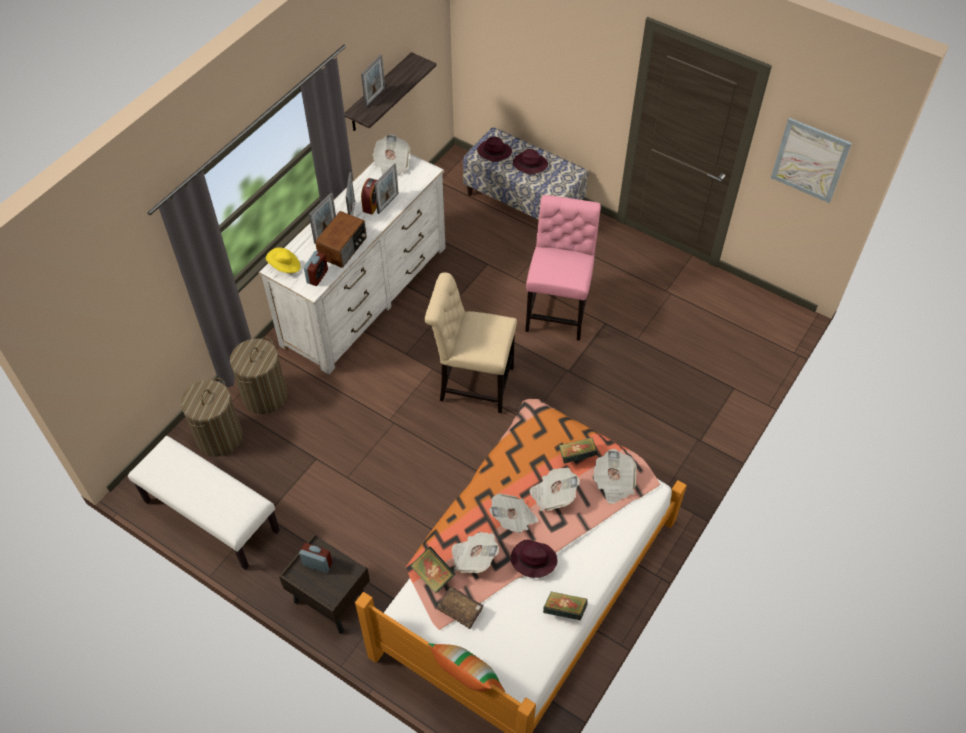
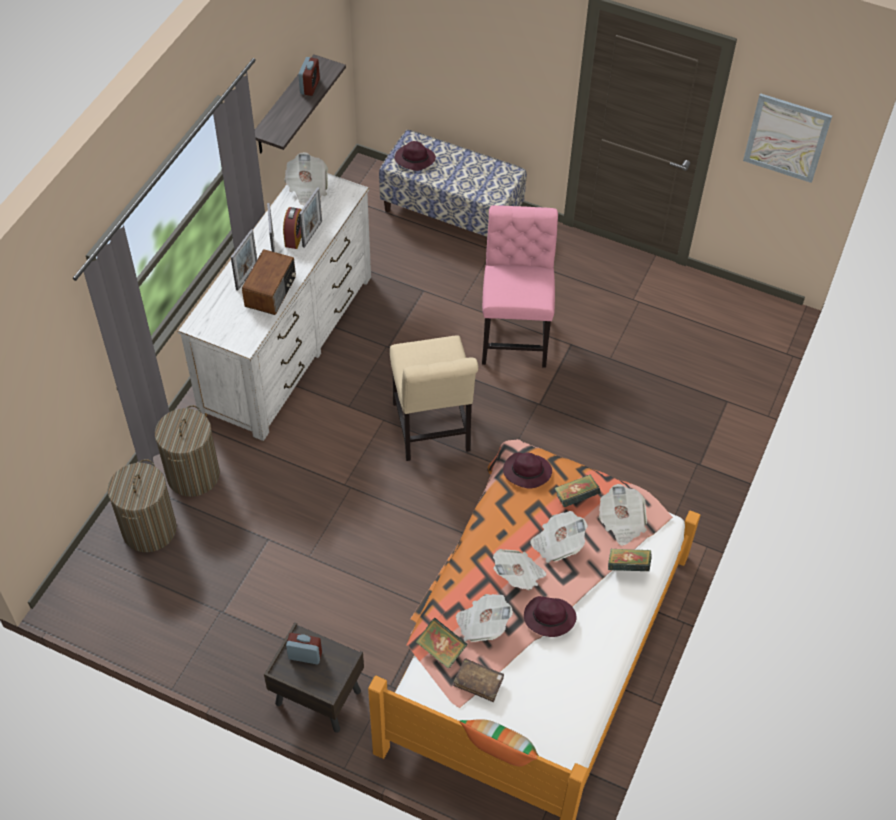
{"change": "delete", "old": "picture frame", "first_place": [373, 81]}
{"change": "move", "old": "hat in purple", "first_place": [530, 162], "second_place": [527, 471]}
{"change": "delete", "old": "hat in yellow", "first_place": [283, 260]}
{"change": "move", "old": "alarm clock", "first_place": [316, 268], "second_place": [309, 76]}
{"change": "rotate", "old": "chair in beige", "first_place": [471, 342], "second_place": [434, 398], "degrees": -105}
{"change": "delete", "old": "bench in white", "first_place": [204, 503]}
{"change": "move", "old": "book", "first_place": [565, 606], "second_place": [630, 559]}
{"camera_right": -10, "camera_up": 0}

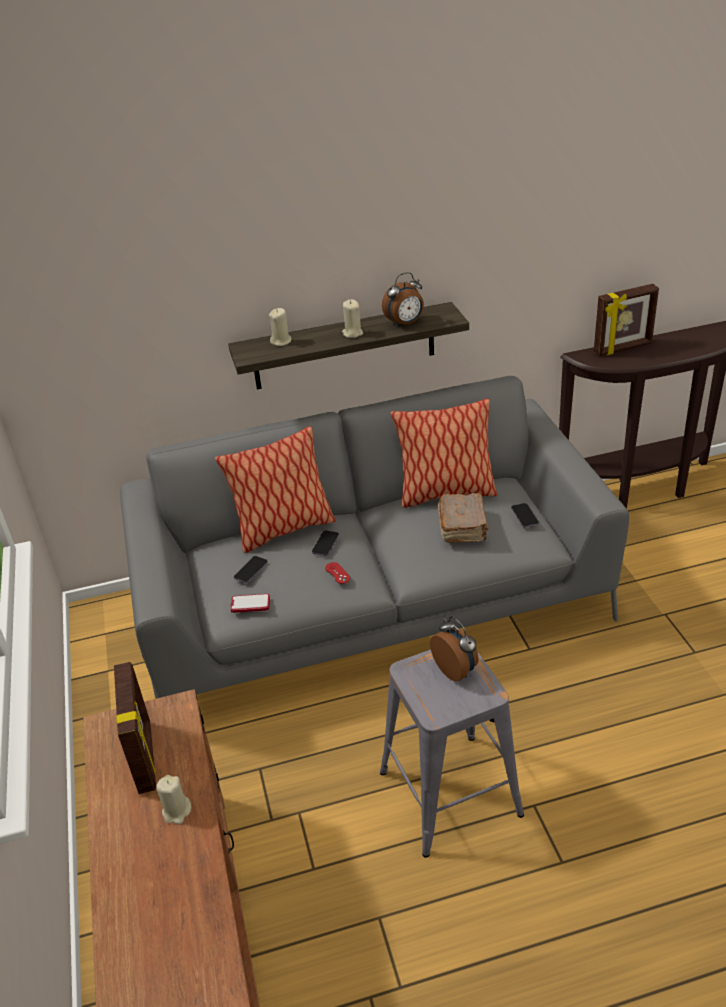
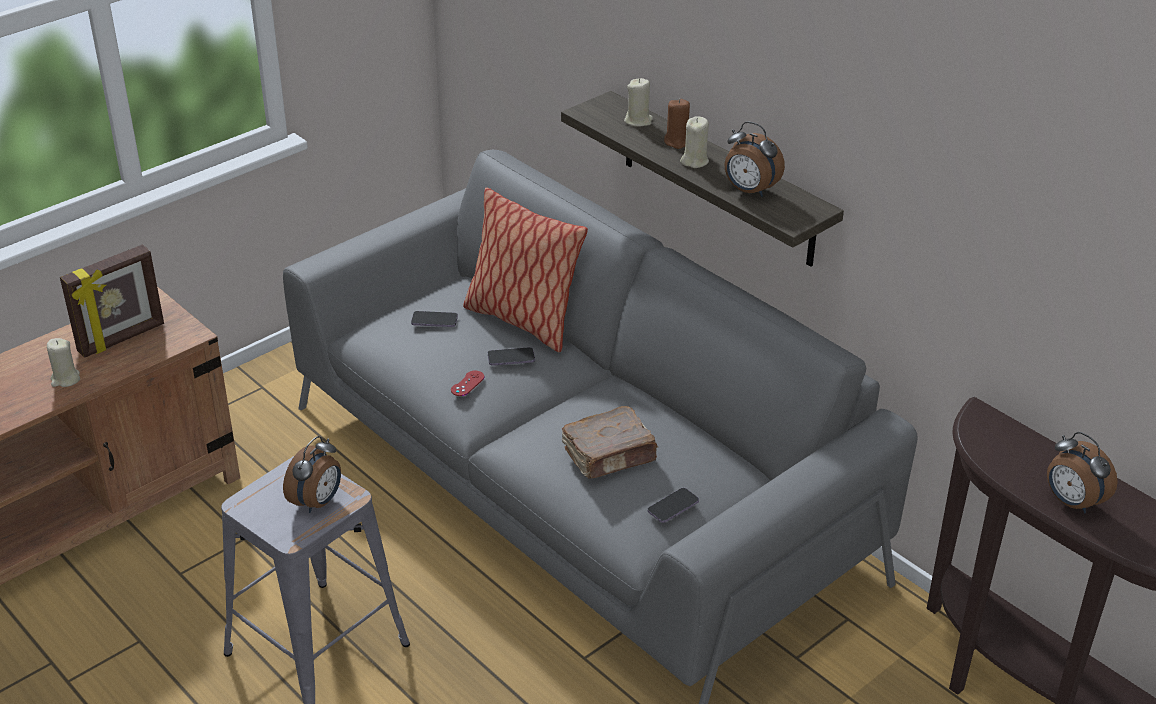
{"change": "delete", "old": "picture frame", "first_place": [626, 320]}
{"change": "delete", "old": "pillow", "first_place": [444, 453]}
{"change": "delete", "old": "phone", "first_place": [250, 603]}
{"change": "insert", "new": "candle in brown", "second_place": [677, 124]}
{"change": "insert", "new": "alarm clock", "second_place": [1082, 472]}
{"camera_right": 60, "camera_up": 0}

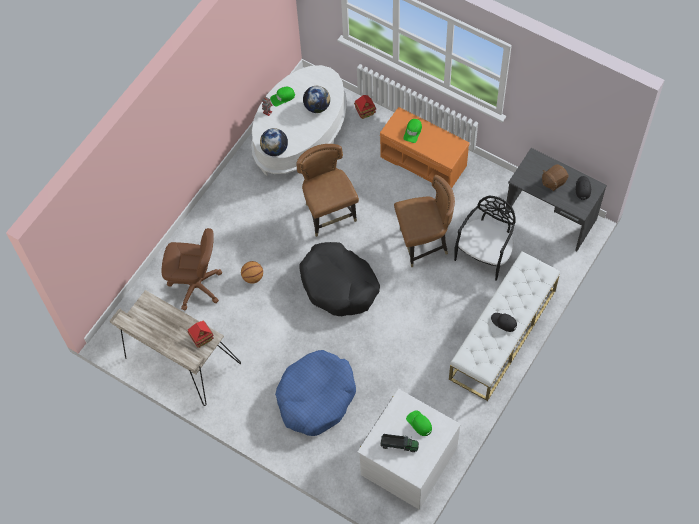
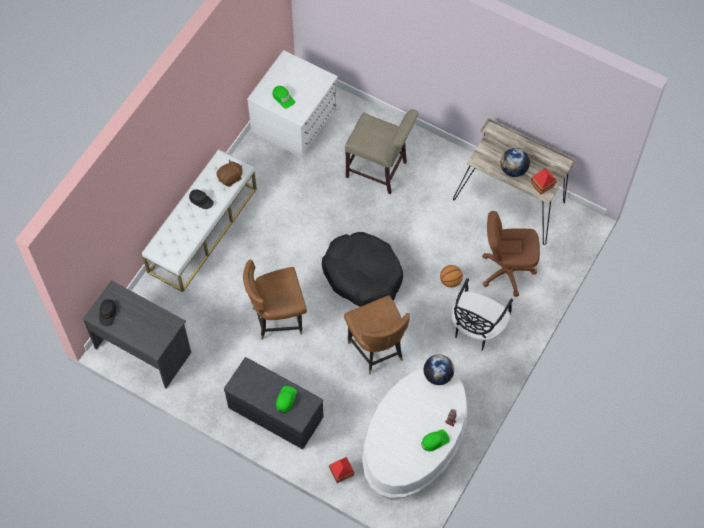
{"change": "move", "old": "globe", "first_place": [316, 99], "second_place": [515, 162]}
{"change": "recolor", "old": "bench in orange", "new": "bench in grey", "first_place": [425, 147], "second_place": [273, 403]}
{"change": "move", "old": "plush toy in brown", "first_place": [555, 177], "second_place": [229, 173]}
{"change": "move", "old": "chair in black", "first_place": [485, 238], "second_place": [482, 314]}
{"change": "move", "old": "toy house", "first_place": [200, 334], "second_place": [544, 181]}
{"change": "replace", "old": "dog bed in blue", "new": "chair in beige", "first_place": [315, 393], "second_place": [382, 151]}
{"change": "delete", "old": "toy truck", "first_place": [399, 443]}
{"camera_right": 175, "camera_up": 0}

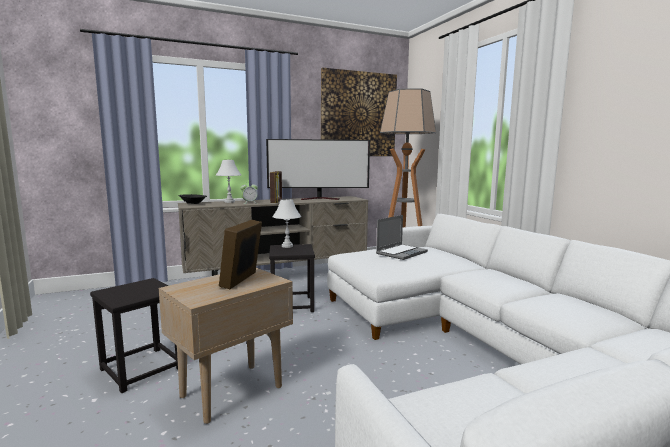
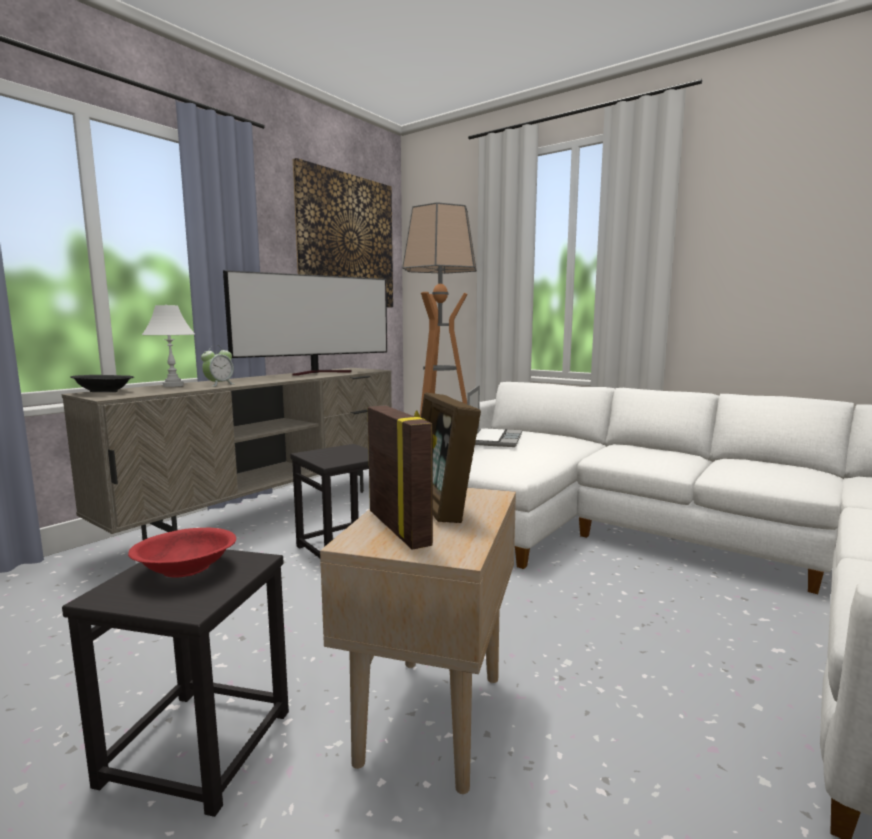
{"change": "move", "old": "picture frame", "first_place": [276, 187], "second_place": [402, 477]}
{"change": "delete", "old": "table lamp in white", "first_place": [286, 223]}
{"change": "insert", "new": "bowl in red", "second_place": [182, 553]}
{"camera_right": -30, "camera_up": 0}

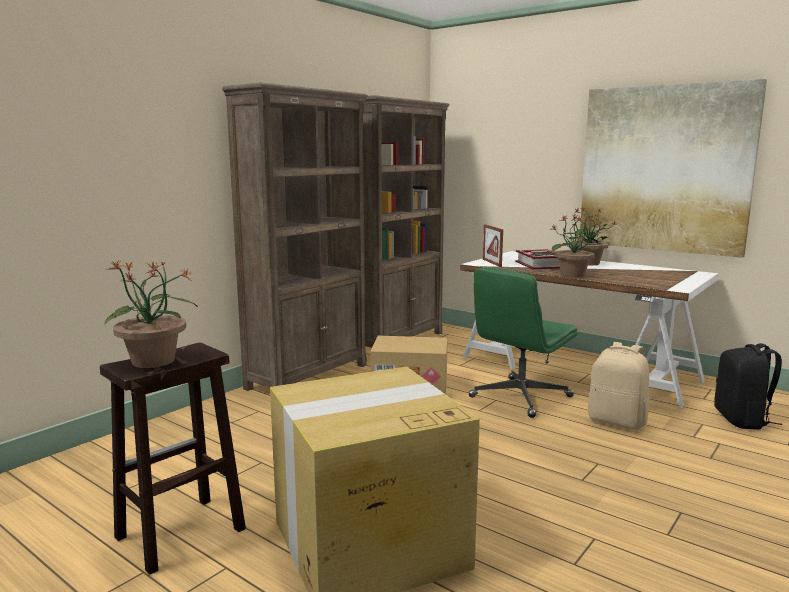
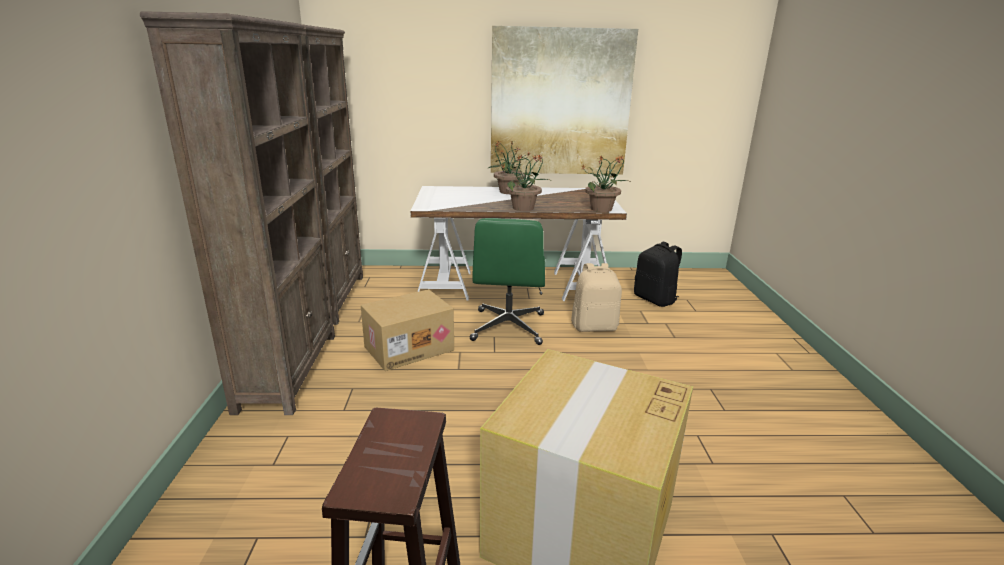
{"change": "delete", "old": "picture frame", "first_place": [493, 245]}
{"change": "delete", "old": "book", "first_place": [537, 259]}
{"change": "move", "old": "potted plant", "first_place": [151, 314], "second_place": [605, 184]}
{"camera_right": -40, "camera_up": 10}

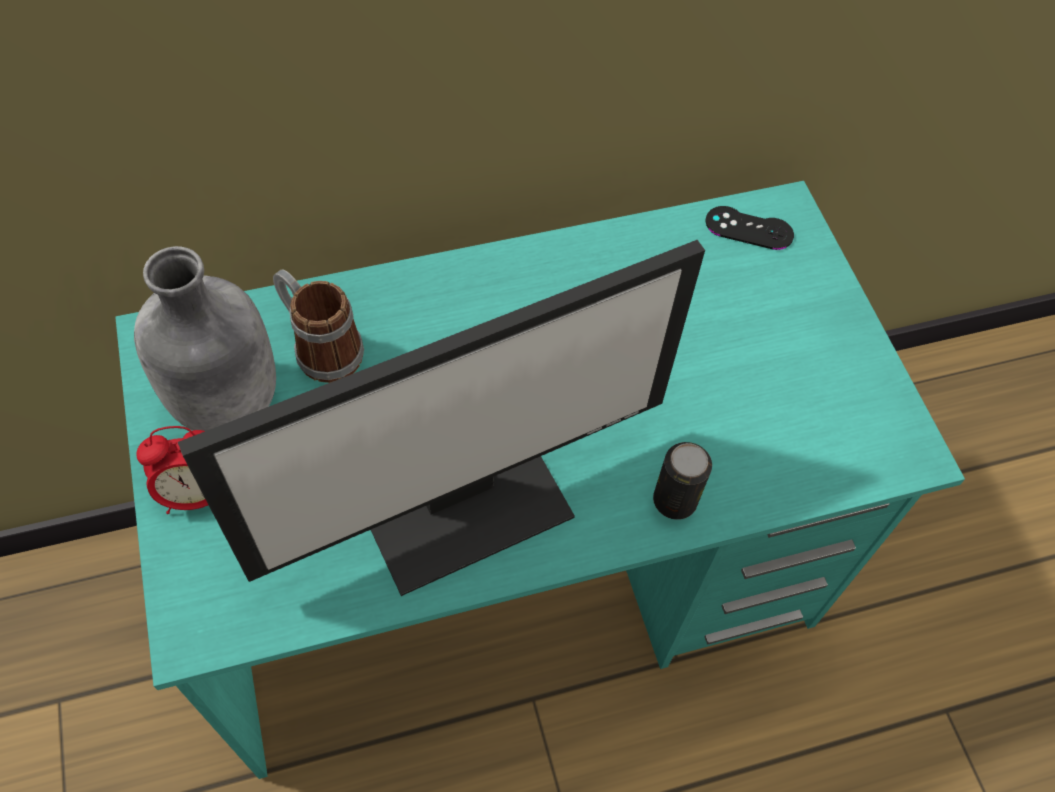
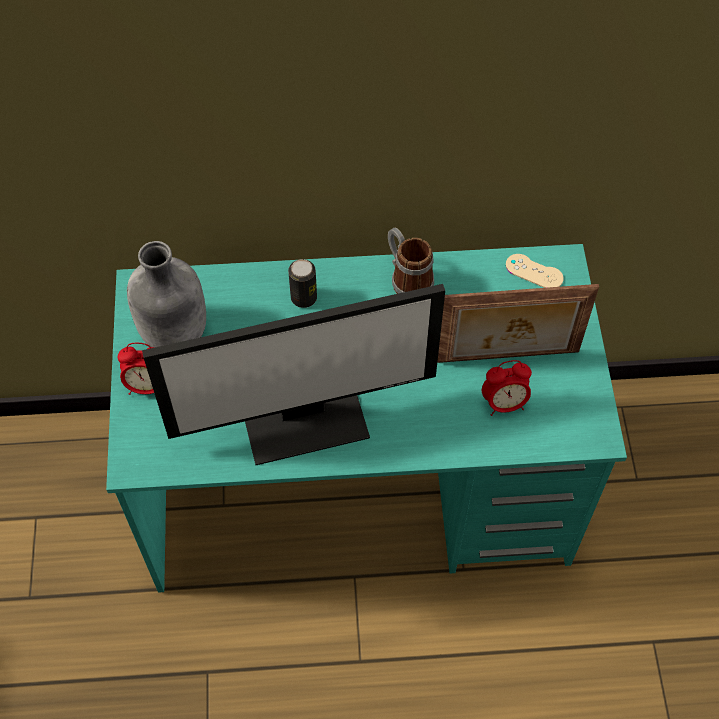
{"change": "recolor", "old": "game controller in black", "new": "game controller in beige", "first_place": [749, 228], "second_place": [535, 271]}
{"change": "move", "old": "mug", "first_place": [318, 326], "second_place": [411, 261]}
{"change": "move", "old": "can", "first_place": [682, 481], "second_place": [302, 283]}
{"change": "insert", "new": "picture frame", "second_place": [518, 323]}
{"change": "insert", "new": "alarm clock", "second_place": [507, 388]}
{"camera_right": 15, "camera_up": 0}

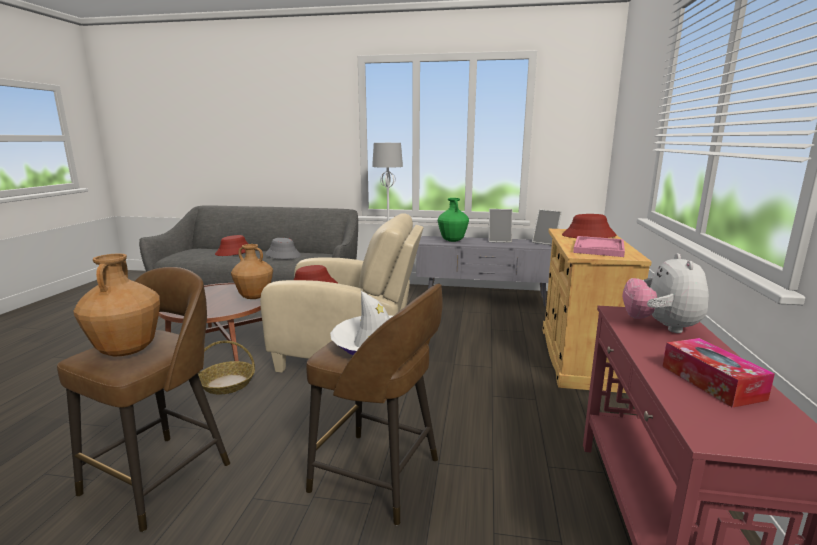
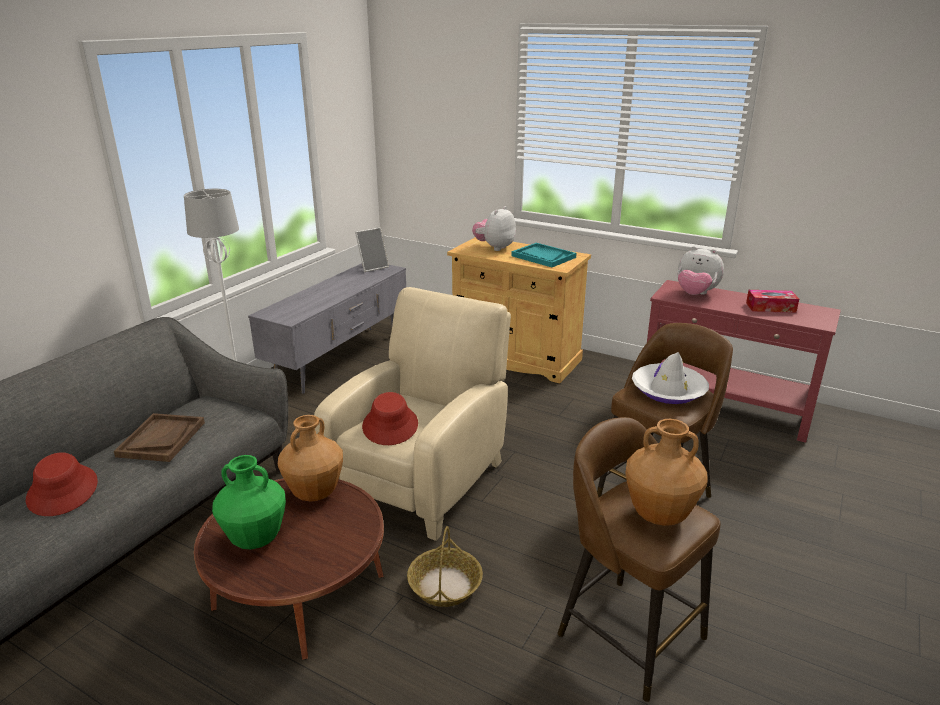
{"change": "move", "old": "vase in green", "first_place": [453, 220], "second_place": [249, 502]}
{"change": "delete", "old": "picture frame", "first_place": [500, 226]}
{"change": "replace", "old": "hat in red", "new": "plush toy", "first_place": [589, 226], "second_place": [494, 228]}
{"change": "recolor", "old": "tray in pink", "new": "tray in turquoise", "first_place": [599, 246], "second_place": [544, 255]}
{"change": "replace", "old": "hat in grey", "new": "tray in brown", "first_place": [283, 248], "second_place": [159, 437]}
{"camera_right": -70, "camera_up": 10}

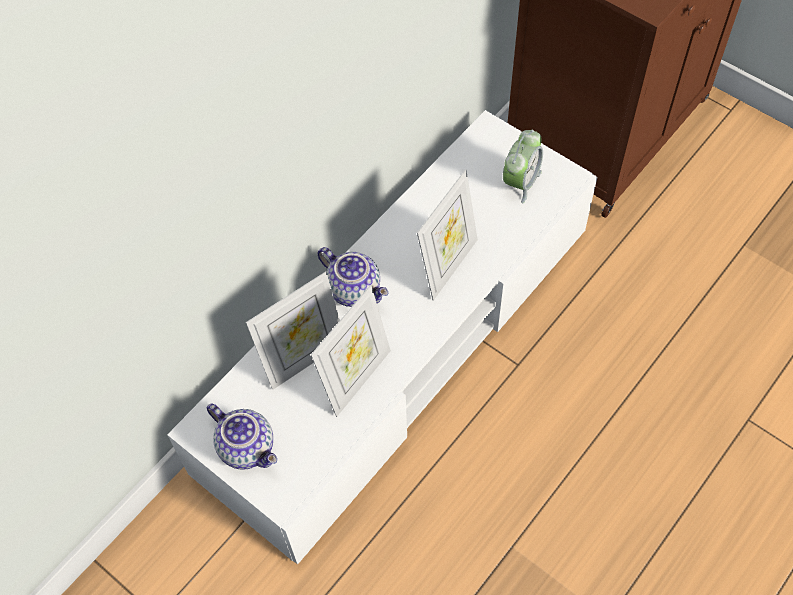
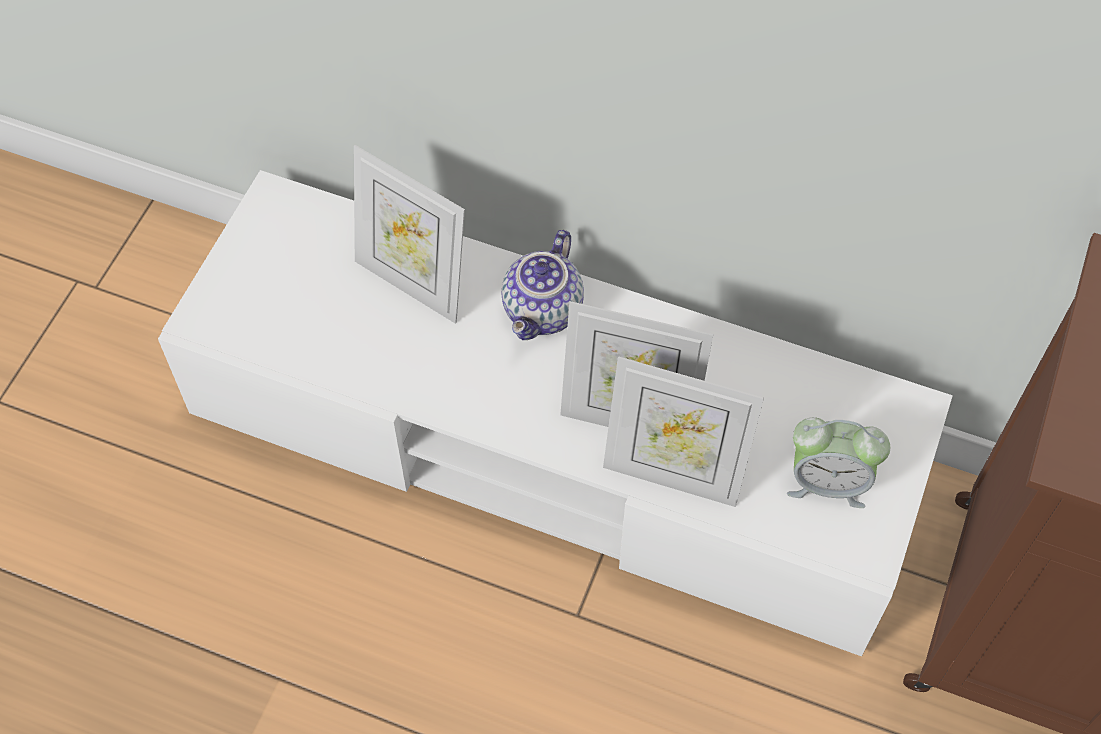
{"change": "move", "old": "picture frame", "first_place": [351, 351], "second_place": [683, 431]}
{"change": "delete", "old": "teapot", "first_place": [242, 436]}
{"camera_right": 70, "camera_up": 0}

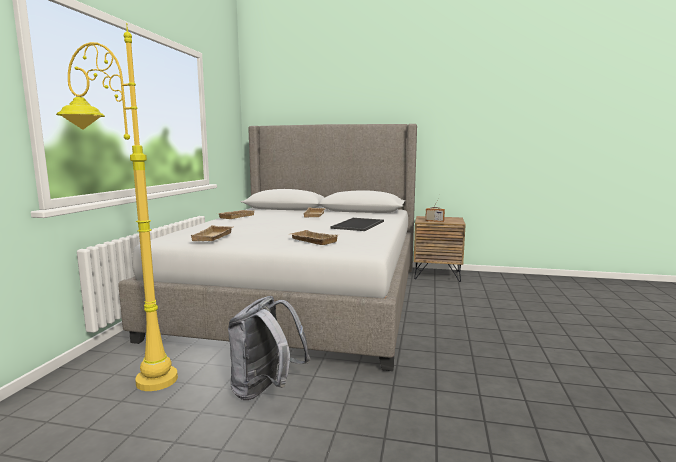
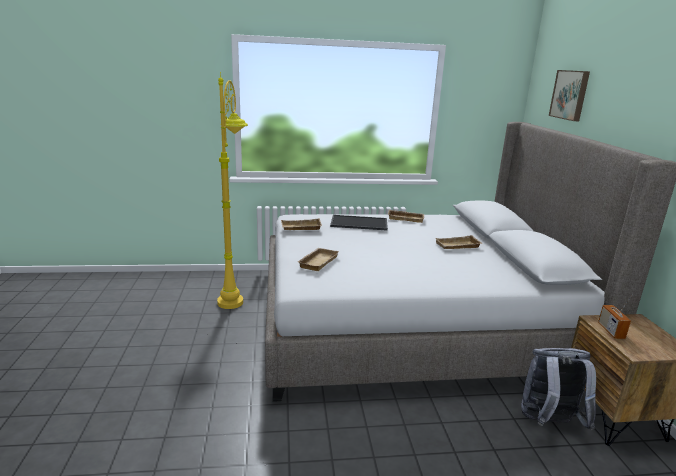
{"change": "move", "old": "tray", "first_place": [357, 224], "second_place": [359, 223]}
{"change": "move", "old": "backpack in grey", "first_place": [269, 348], "second_place": [558, 389]}
{"change": "insert", "new": "picture", "second_place": [569, 95]}
{"camera_right": 70, "camera_up": 10}

